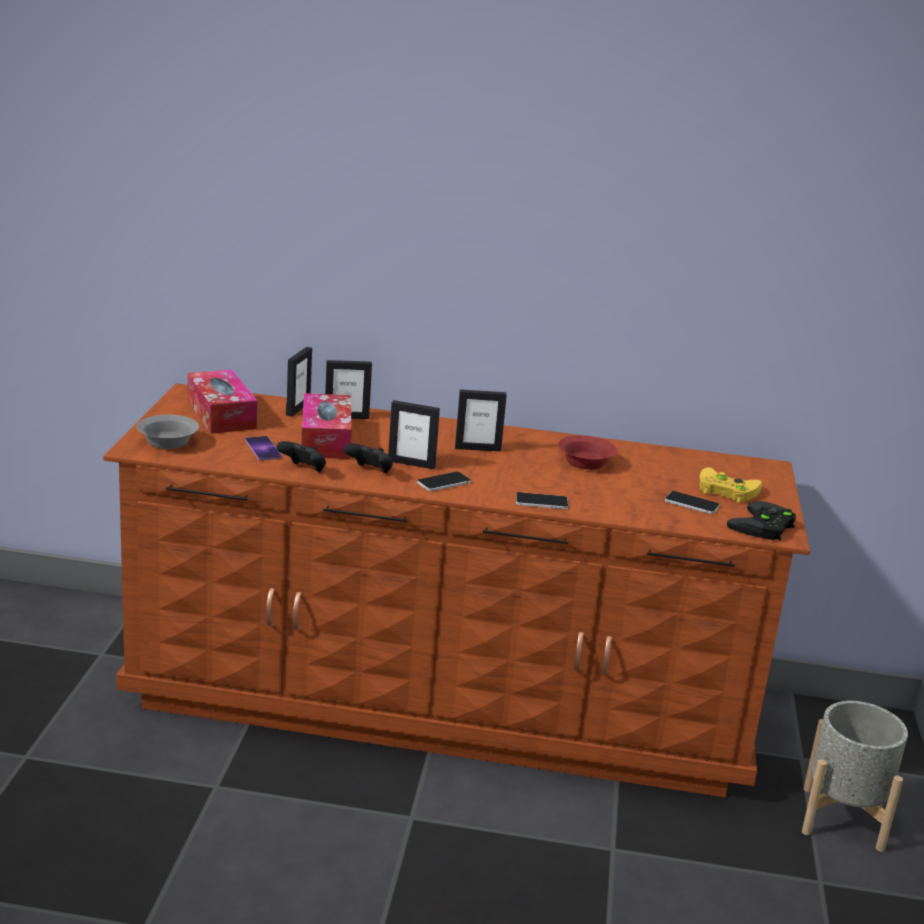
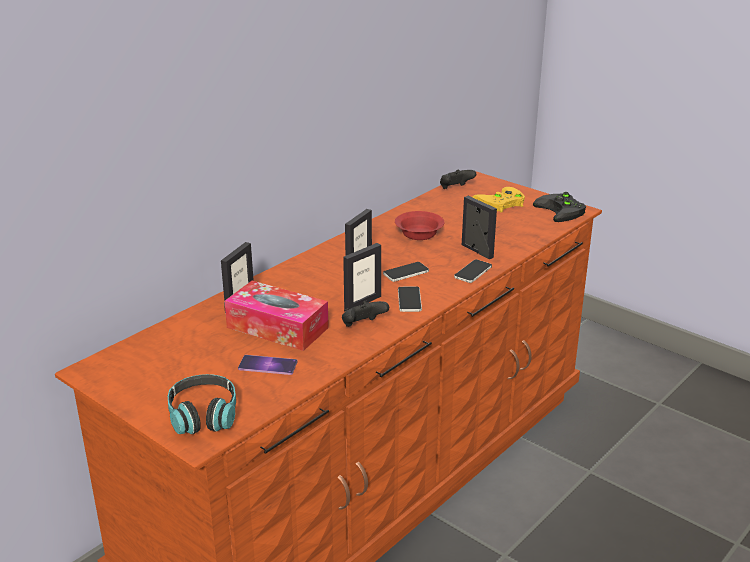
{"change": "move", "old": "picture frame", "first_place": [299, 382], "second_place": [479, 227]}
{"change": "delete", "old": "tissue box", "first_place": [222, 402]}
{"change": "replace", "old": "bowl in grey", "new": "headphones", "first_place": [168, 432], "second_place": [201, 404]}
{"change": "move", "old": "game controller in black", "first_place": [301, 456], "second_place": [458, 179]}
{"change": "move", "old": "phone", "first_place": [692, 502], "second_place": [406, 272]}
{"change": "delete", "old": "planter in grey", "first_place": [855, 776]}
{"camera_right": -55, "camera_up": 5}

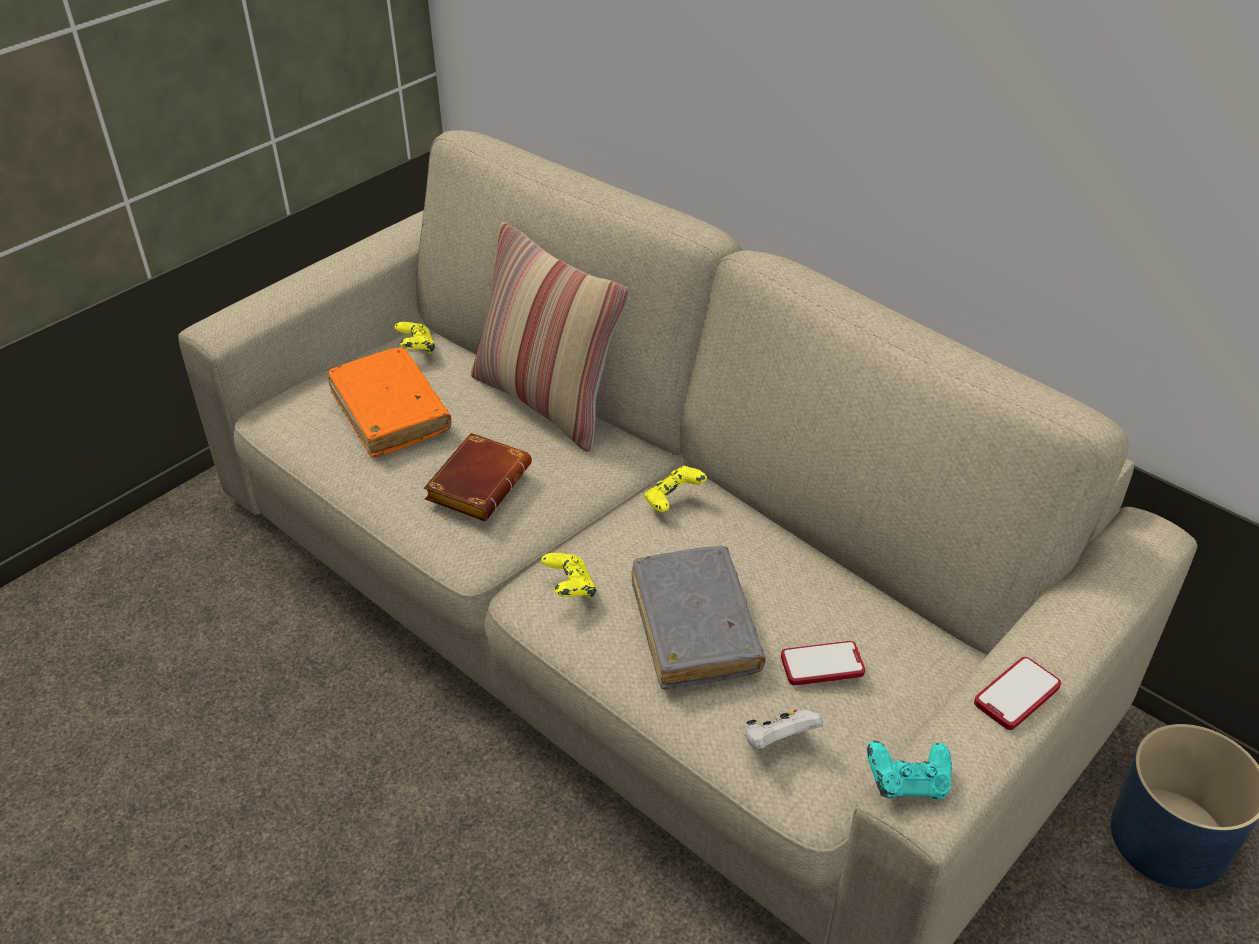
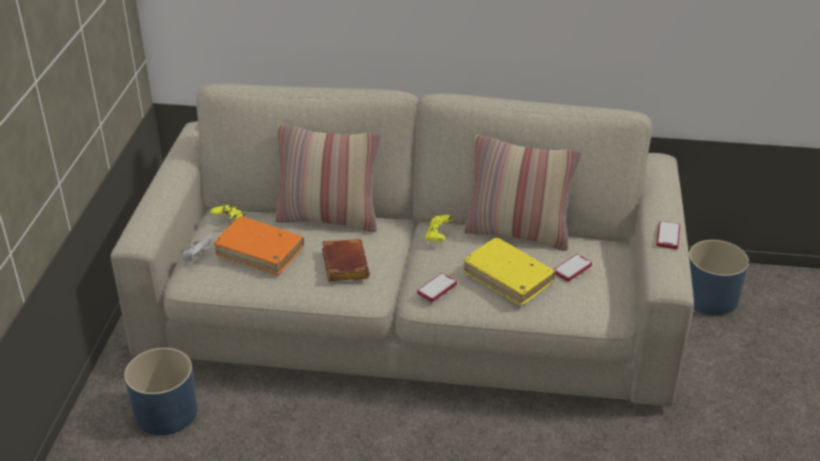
{"change": "recolor", "old": "book in grey", "new": "book in yellow", "first_place": [698, 618], "second_place": [509, 272]}
{"change": "replace", "old": "game controller in yellow", "new": "phone", "first_place": [569, 575], "second_place": [437, 287]}
{"change": "move", "old": "game controller in white", "first_place": [784, 729], "second_place": [197, 248]}
{"change": "delete", "old": "game controller in turquoise", "first_place": [909, 770]}
{"change": "insert", "new": "pillow", "second_place": [522, 193]}
{"change": "insert", "new": "planter in blue", "second_place": [160, 391]}
{"camera_right": -35, "camera_up": -5}

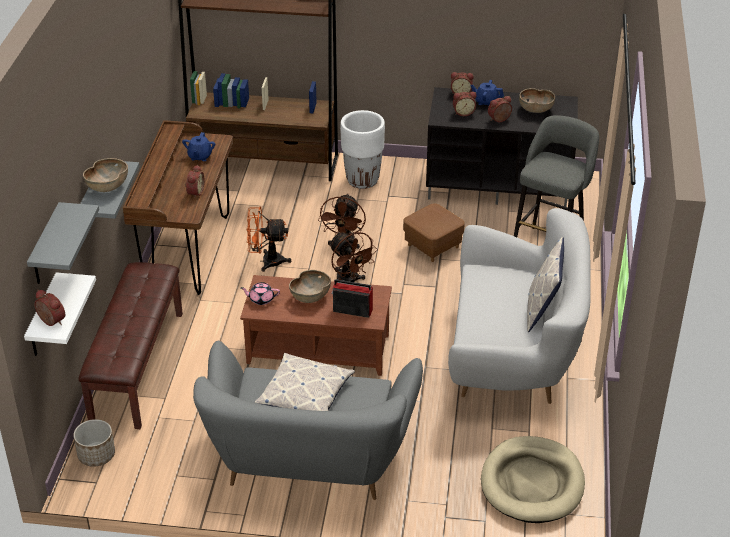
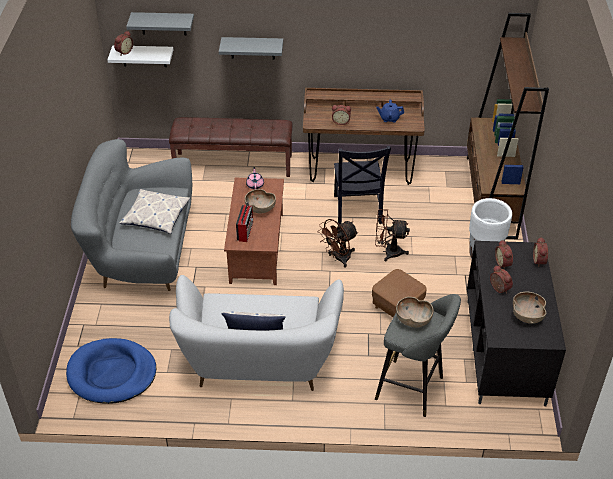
{"change": "delete", "old": "teapot in blue", "first_place": [487, 93]}
{"change": "move", "old": "bowl in brown", "first_place": [105, 175], "second_place": [414, 312]}
{"change": "replace", "old": "fan in orange", "new": "chair in black", "first_place": [268, 239], "second_place": [362, 186]}
{"change": "delete", "old": "planter", "first_place": [94, 443]}
{"change": "recolor", "old": "dog bed in beige", "new": "dog bed in blue", "first_place": [533, 479], "second_place": [111, 371]}
{"camera_right": 85, "camera_up": 5}

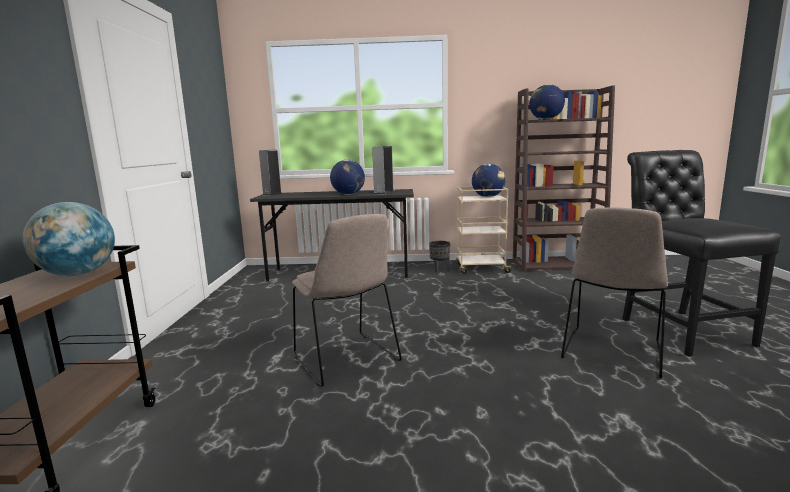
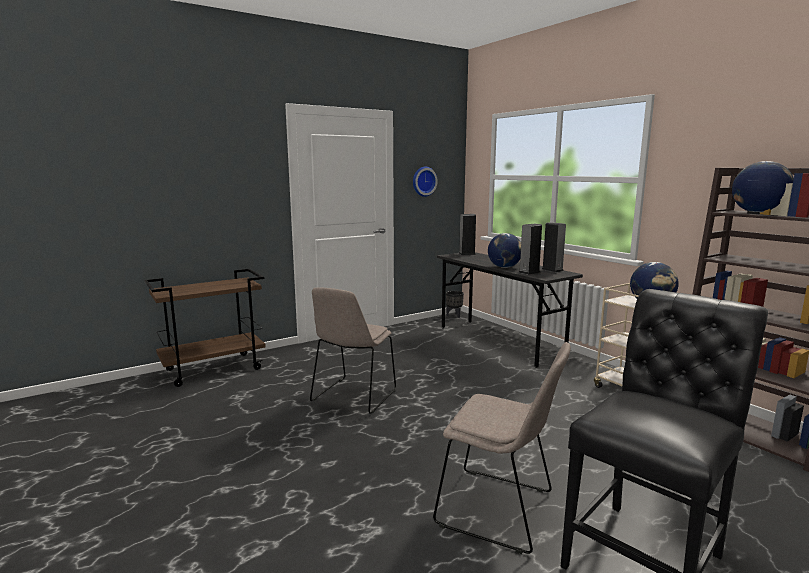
{"change": "delete", "old": "globe", "first_place": [69, 239]}
{"change": "rotate", "old": "chair in beige", "first_place": [614, 293], "second_place": [502, 448], "degrees": -150}
{"change": "move", "old": "planter in black", "first_place": [439, 257], "second_place": [455, 304]}
{"change": "insert", "new": "wall clock", "second_place": [425, 182]}
{"camera_right": 55, "camera_up": 0}

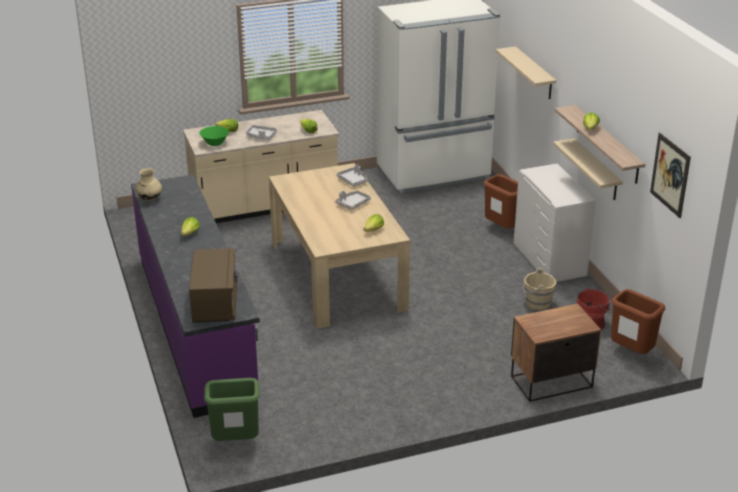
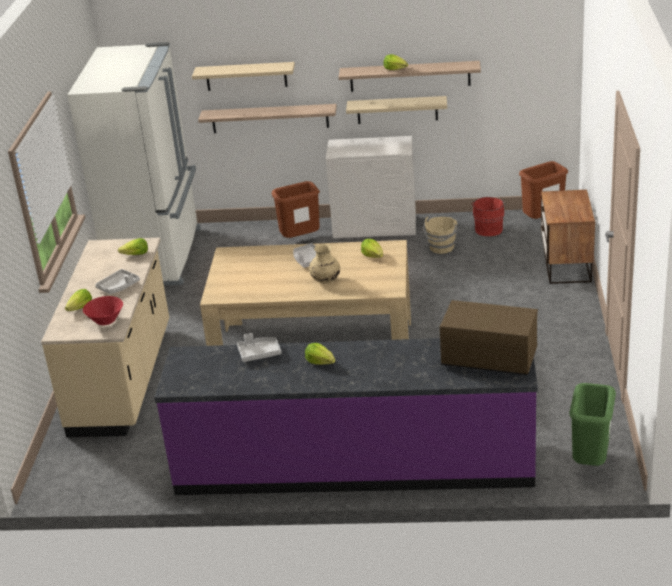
{"change": "recolor", "old": "bowl in green", "new": "bowl in red", "first_place": [214, 136], "second_place": [103, 310]}
{"change": "delete", "old": "picture", "first_place": [670, 175]}
{"change": "move", "old": "tray in grey", "first_place": [352, 176], "second_place": [259, 347]}
{"change": "move", "old": "vase in beige", "first_place": [149, 184], "second_place": [324, 264]}
{"change": "insert", "new": "shelf", "second_place": [267, 118]}
{"camera_right": -65, "camera_up": 0}

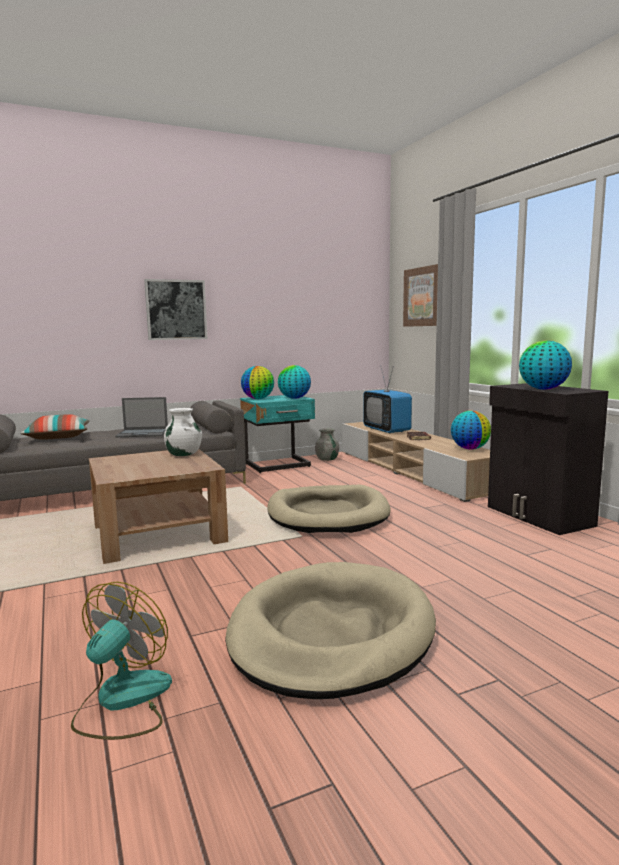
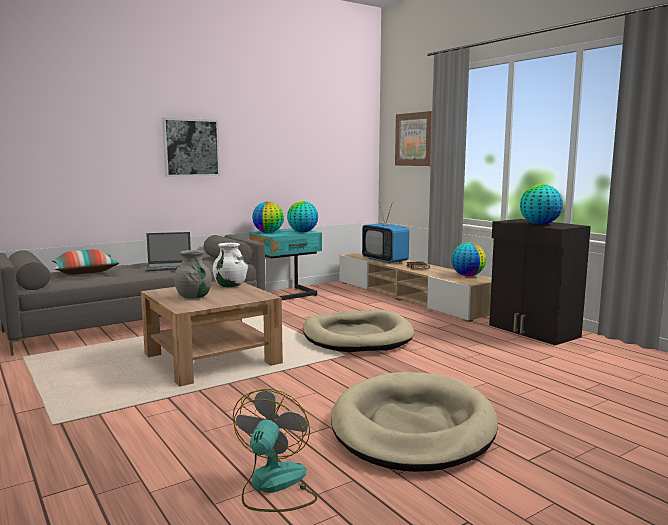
{"change": "move", "old": "vase in grey", "first_place": [327, 444], "second_place": [193, 274]}
{"camera_right": -10, "camera_up": 0}

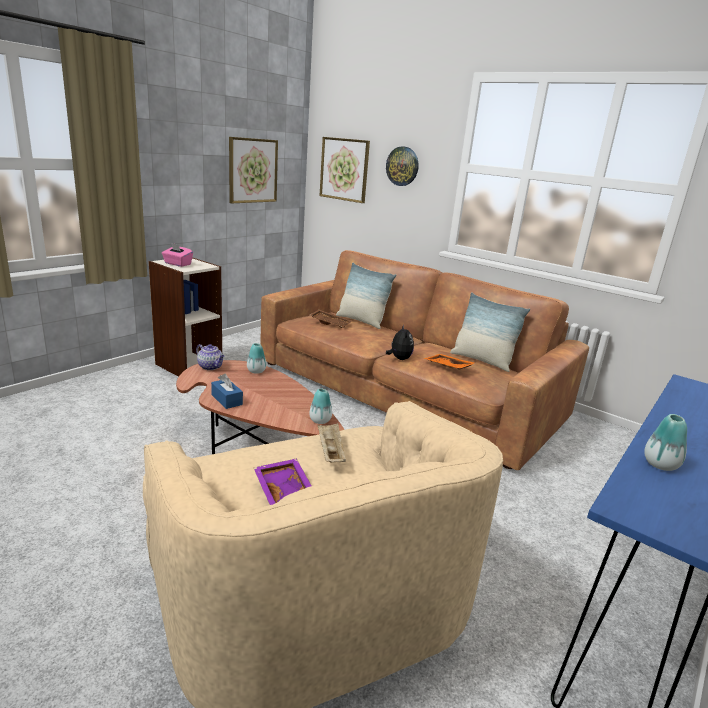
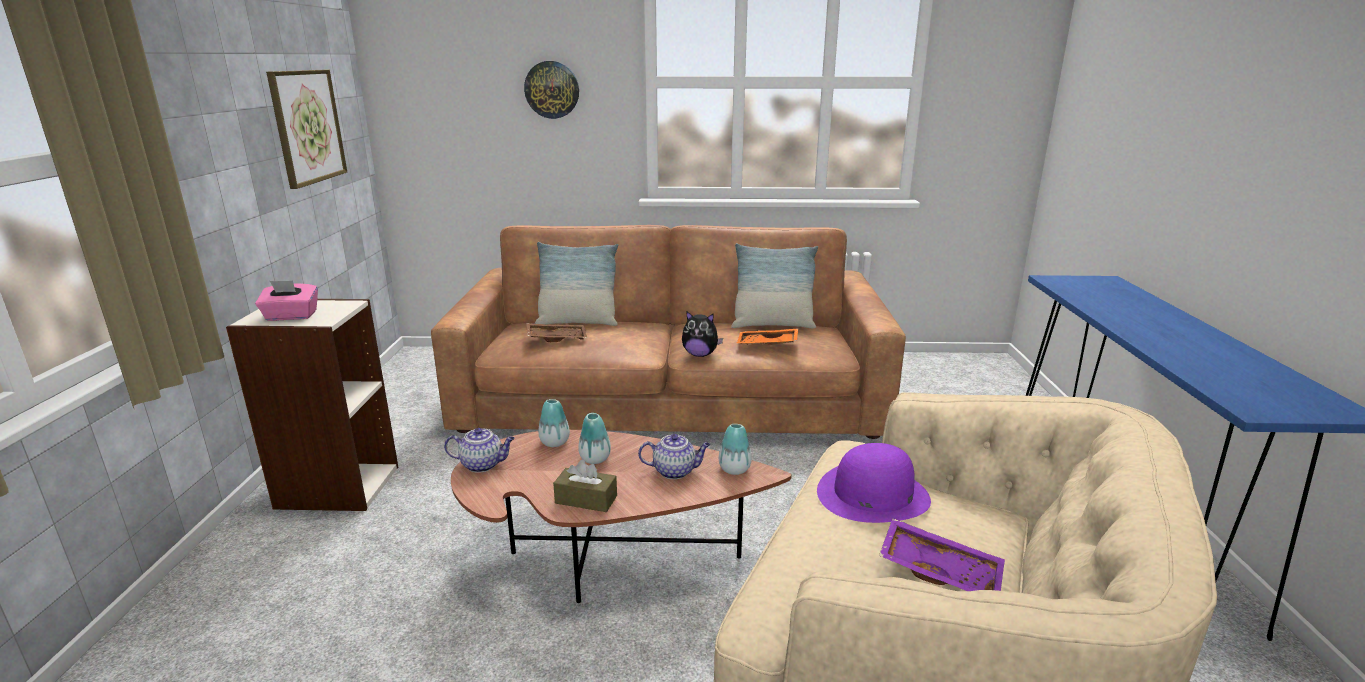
{"change": "delete", "old": "picture", "first_place": [345, 170]}
{"change": "rotate", "old": "plush toy", "first_place": [400, 342], "second_place": [702, 334], "degrees": 150}
{"change": "recolor", "old": "tissue box in blue", "new": "tissue box in brown", "first_place": [227, 391], "second_place": [585, 486]}
{"change": "move", "old": "vase", "first_place": [665, 442], "second_place": [594, 438]}
{"change": "replace", "old": "tray in beige", "new": "hat in purple", "first_place": [332, 443], "second_place": [874, 483]}
{"change": "insert", "new": "teapot", "second_place": [674, 456]}
{"camera_right": -35, "camera_up": 0}

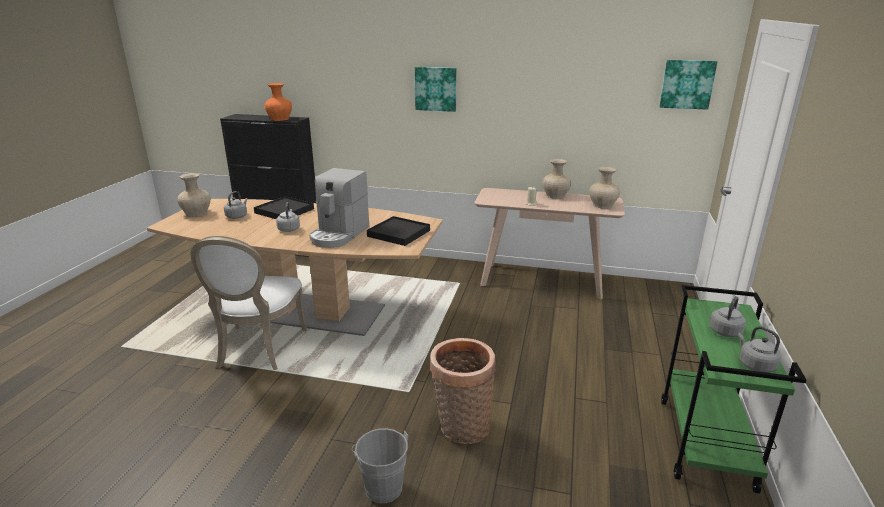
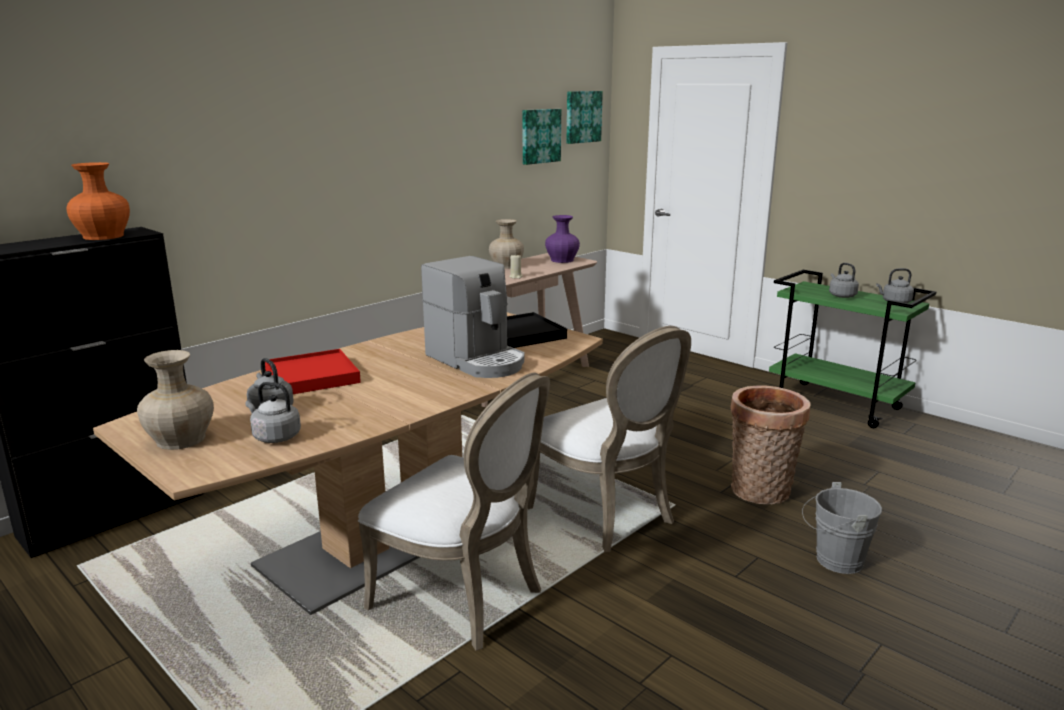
{"change": "move", "old": "picture", "first_place": [436, 89], "second_place": [541, 137]}
{"change": "recolor", "old": "vase in beige", "new": "vase in purple", "first_place": [604, 188], "second_place": [562, 239]}
{"change": "recolor", "old": "tray in black", "new": "tray in red", "first_place": [284, 207], "second_place": [313, 371]}
{"change": "move", "old": "kettle in grey", "first_place": [288, 217], "second_place": [273, 412]}
{"change": "insert", "new": "chair in white", "second_place": [609, 439]}
{"camera_right": -60, "camera_up": -5}

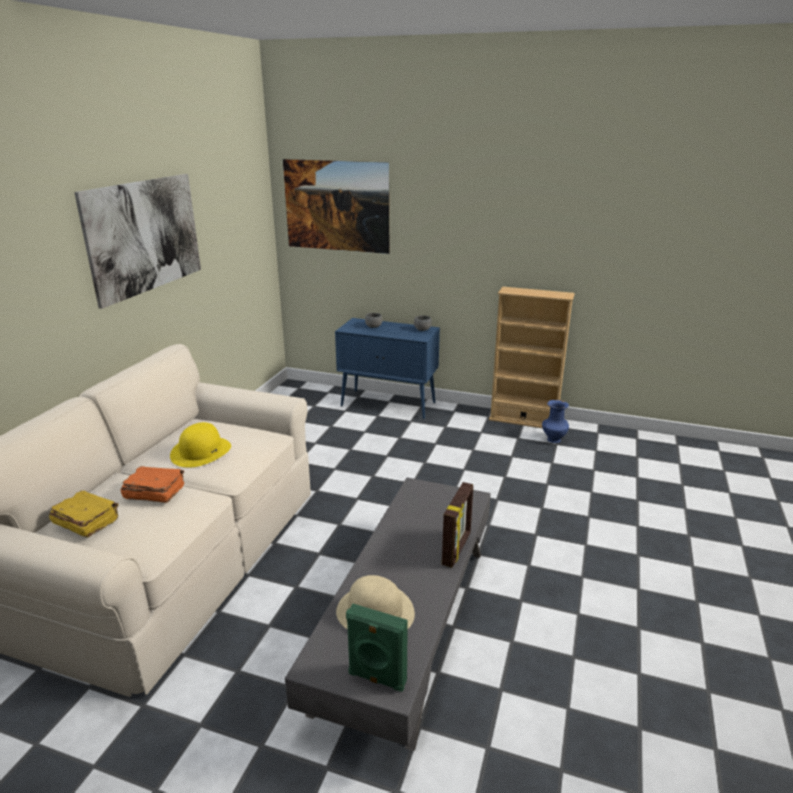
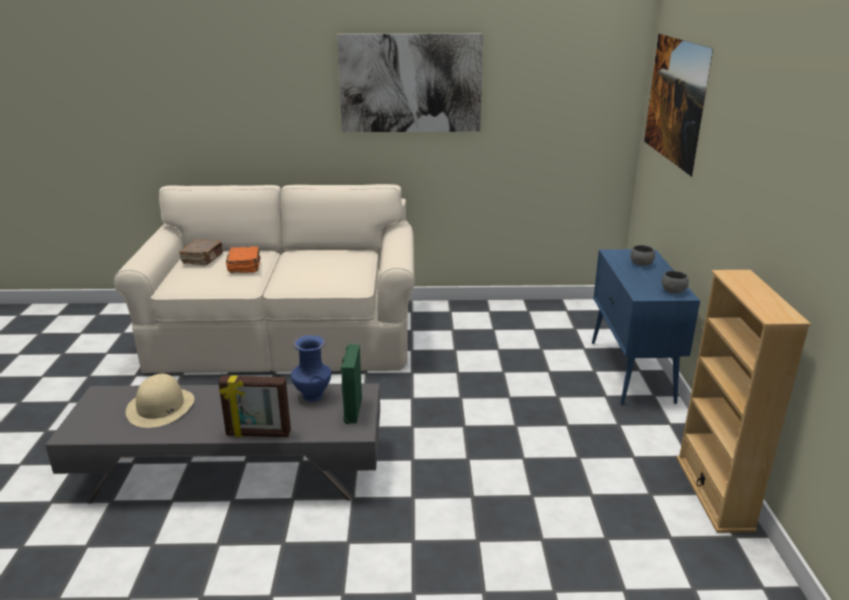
{"change": "move", "old": "vase in blue", "first_place": [555, 421], "second_place": [311, 368]}
{"change": "delete", "old": "hat in yellow", "first_place": [200, 445]}
{"change": "recolor", "old": "book in yellow", "new": "book in brown", "first_place": [84, 514], "second_place": [201, 252]}
{"change": "move", "old": "speaker in green", "first_place": [377, 648], "second_place": [351, 384]}
{"camera_right": 70, "camera_up": 0}

